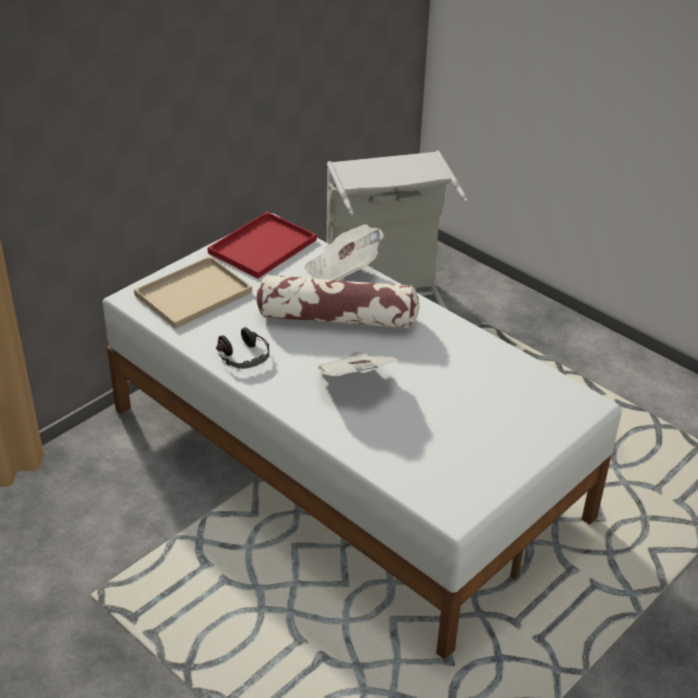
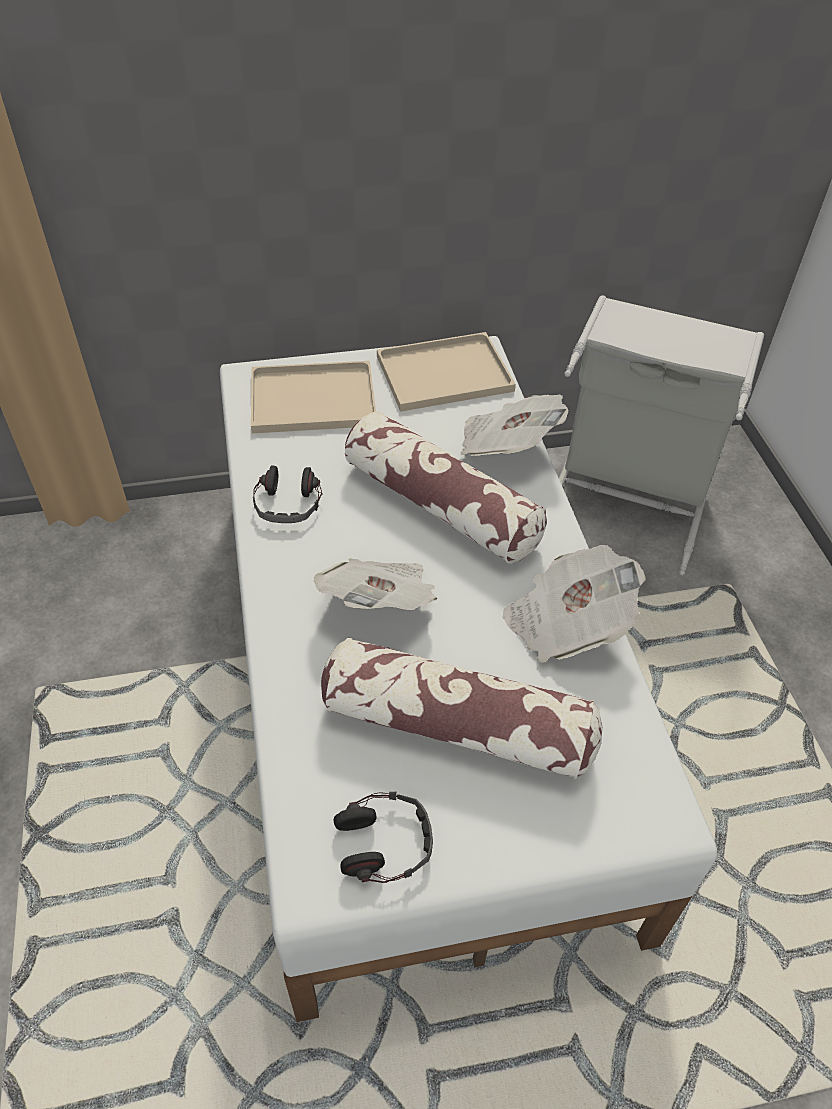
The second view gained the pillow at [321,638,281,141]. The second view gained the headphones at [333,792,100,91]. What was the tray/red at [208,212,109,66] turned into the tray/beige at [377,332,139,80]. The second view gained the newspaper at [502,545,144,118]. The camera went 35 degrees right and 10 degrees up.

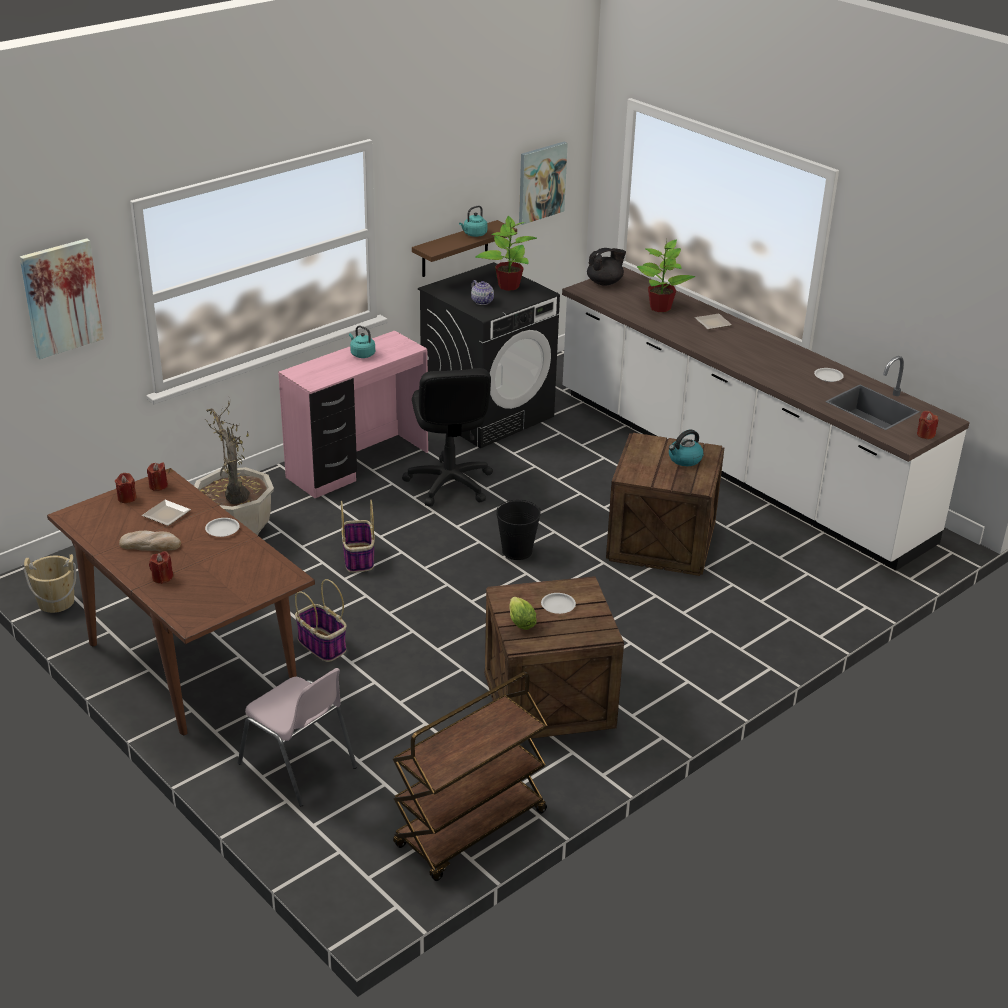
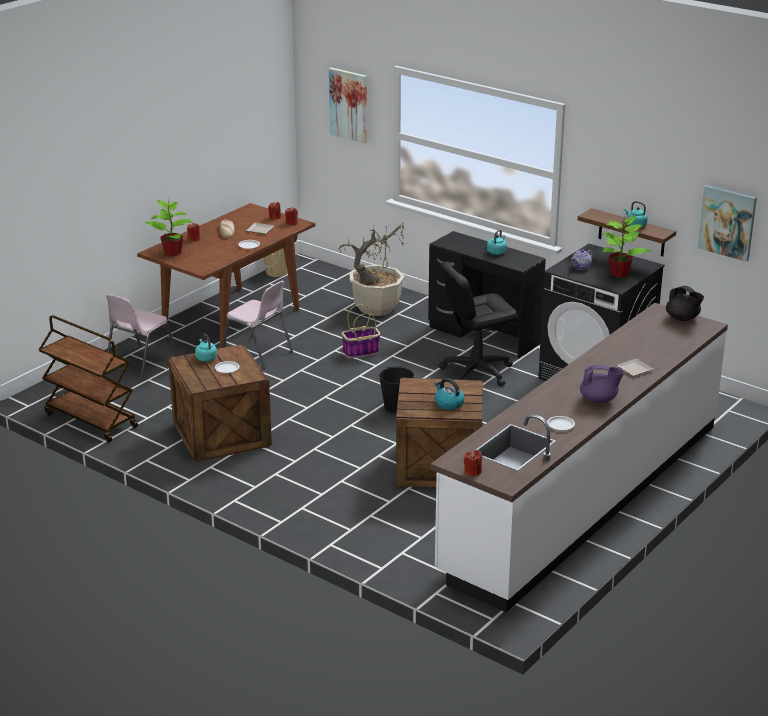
The potted plant ended up elsewhere, having gone from [637,239,58,73] to [145,200,48,56]. Where the lettuce stood at [509,597,28,33], the kettle/turquoise came to stand at [195,334,22,28]. Where the basket stood at [295,579,52,83], the chair/pink came to stand at [222,281,71,88]. What was the desk/pink at [278,331,150,167] turned into the desk/black at [428,231,118,128]. The second view gained the teapot/purple at [580,364,44,39]. The camera went 80 degrees right and 5 degrees down.

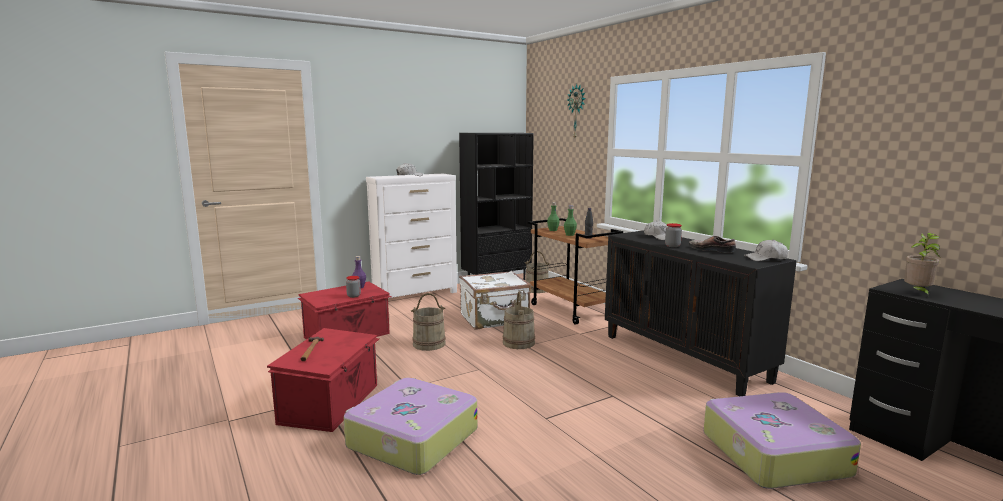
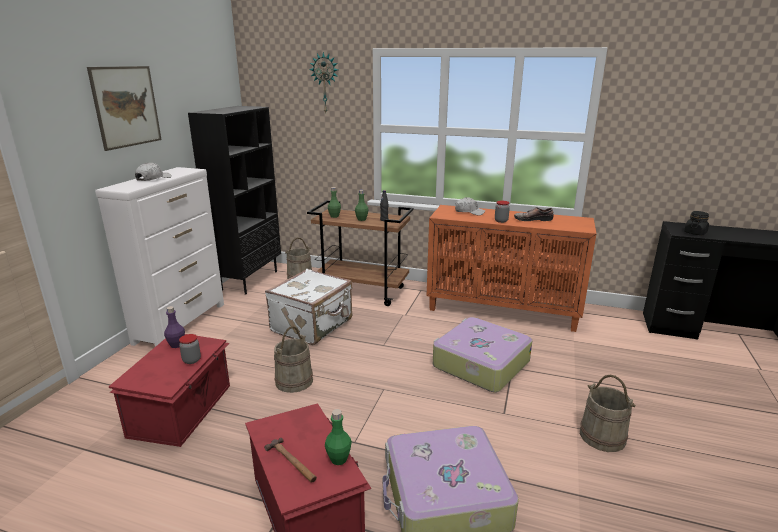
The second view gained the picture at [87,66,75,85]. The second view gained the bottle/green at [325,409,27,56]. What was the cabinet/black at [605,230,192,166] turned into the cabinet/orange at [427,205,170,127]. The suitcase ended up elsewhere, having gone from [703,392,158,97] to [433,317,99,75]. The bucket/beige ended up elsewhere, having gone from [503,292,32,57] to [580,375,56,77]. Where the potted plant stood at [904,233,36,63], the jar/black came to stand at [684,211,25,24]. The second view lost the cap/white at [744,239,44,22]. The camera went 40 degrees left and 10 degrees up.

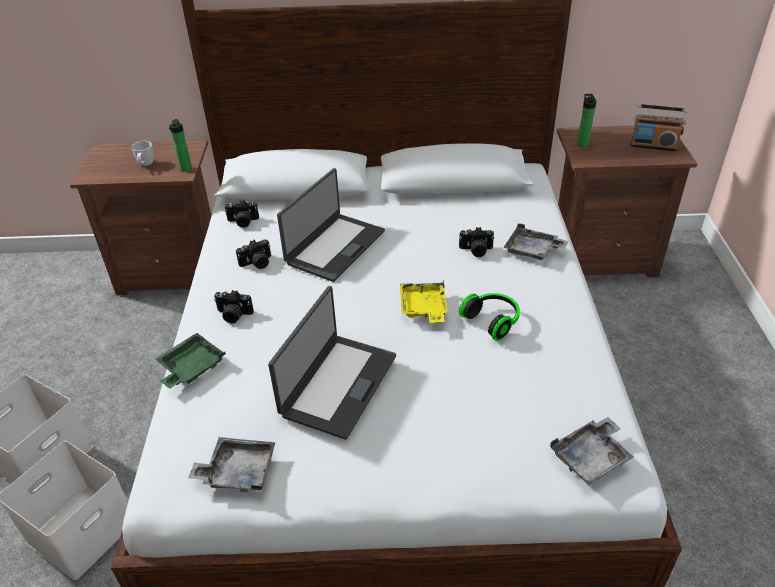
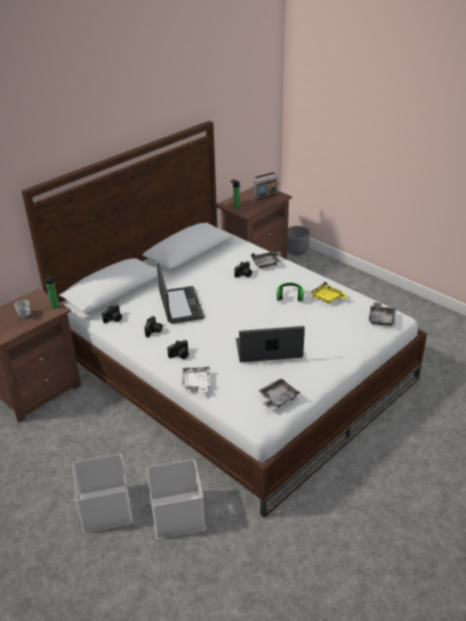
What was the tray/green at [155,333,71,56] turned into the tray/white at [182,367,28,25]. The laptop at [268,286,128,154] ended up facing another way, 75 degrees counterclockwise from before. The second view gained the planter/grey at [287,226,23,29]. The tray/yellow ended up elsewhere, having gone from [400,280,48,43] to [309,282,39,21]. The camera went 45 degrees left and 5 degrees down.

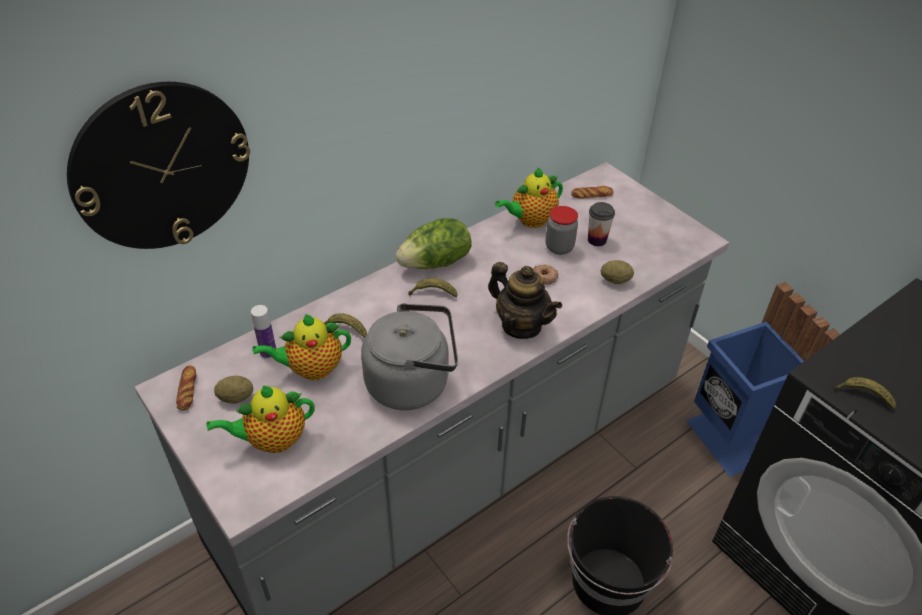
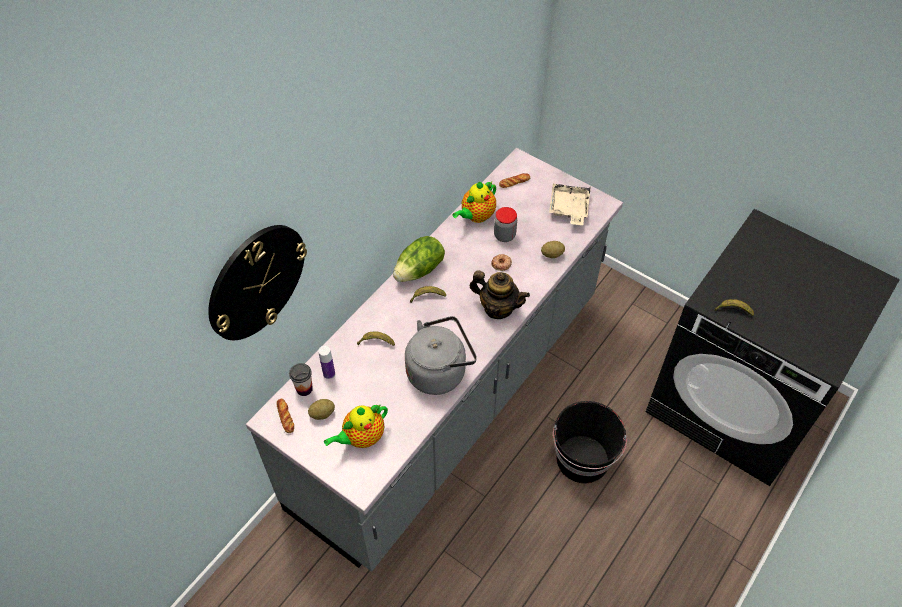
The cup ended up elsewhere, having gone from [588,202,27,44] to [289,363,24,33]. The second view gained the tray/beige at [549,184,42,41]. The second view lost the teapot at [252,314,99,66]. The second view lost the trash can/blue at [686,282,154,195]. The camera went 15 degrees left and 10 degrees up.

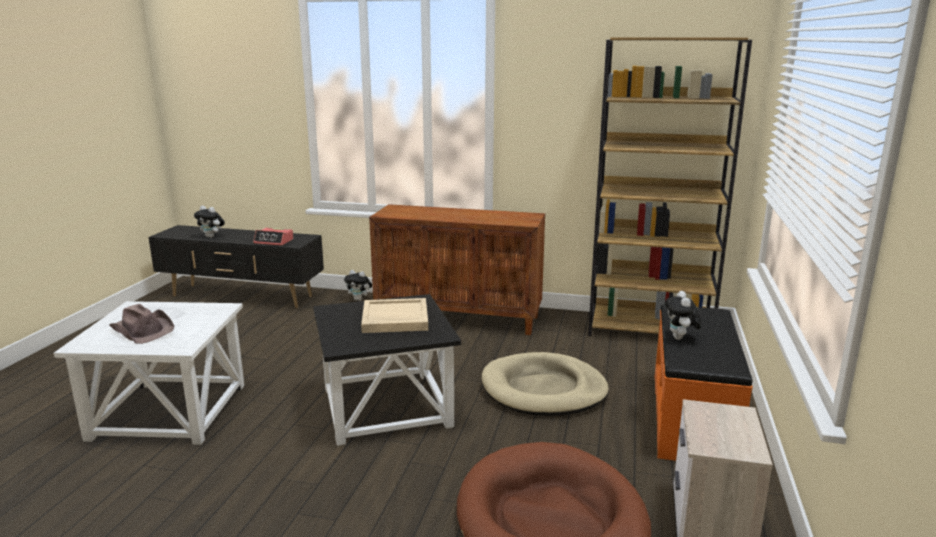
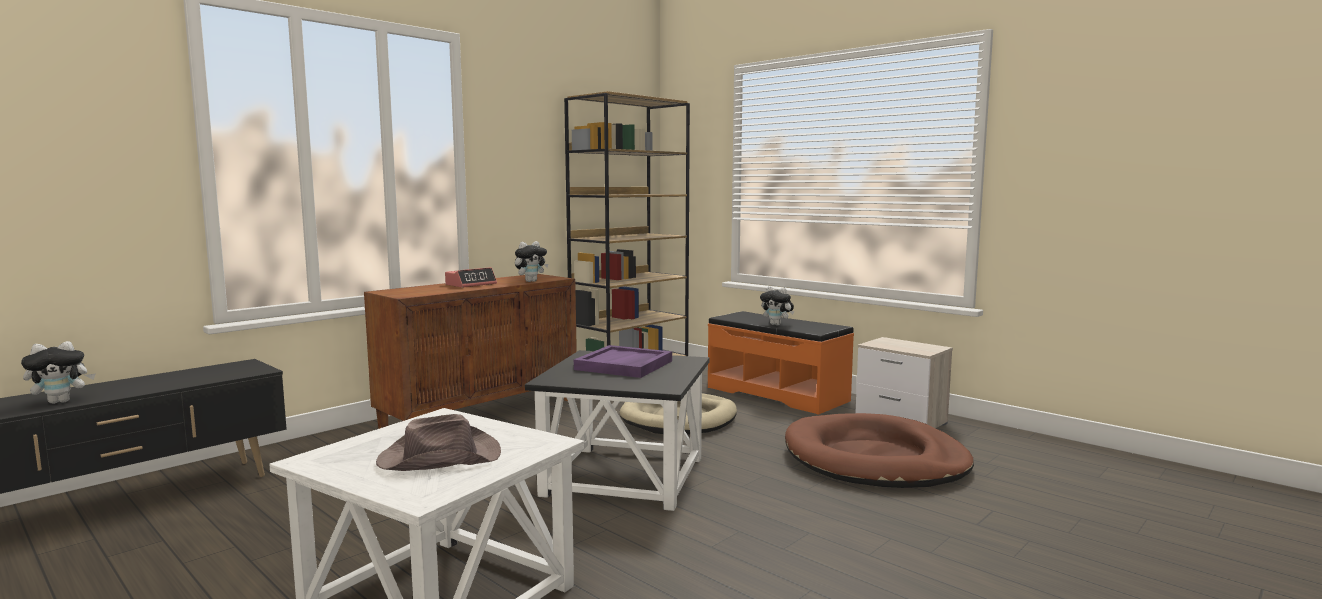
The alarm clock ended up elsewhere, having gone from [253,228,40,18] to [445,267,52,20]. The plush toy ended up elsewhere, having gone from [344,270,28,31] to [515,241,33,41]. What was the tray/beige at [361,298,67,35] turned into the tray/purple at [574,345,98,33]. The camera went 60 degrees left and 10 degrees down.

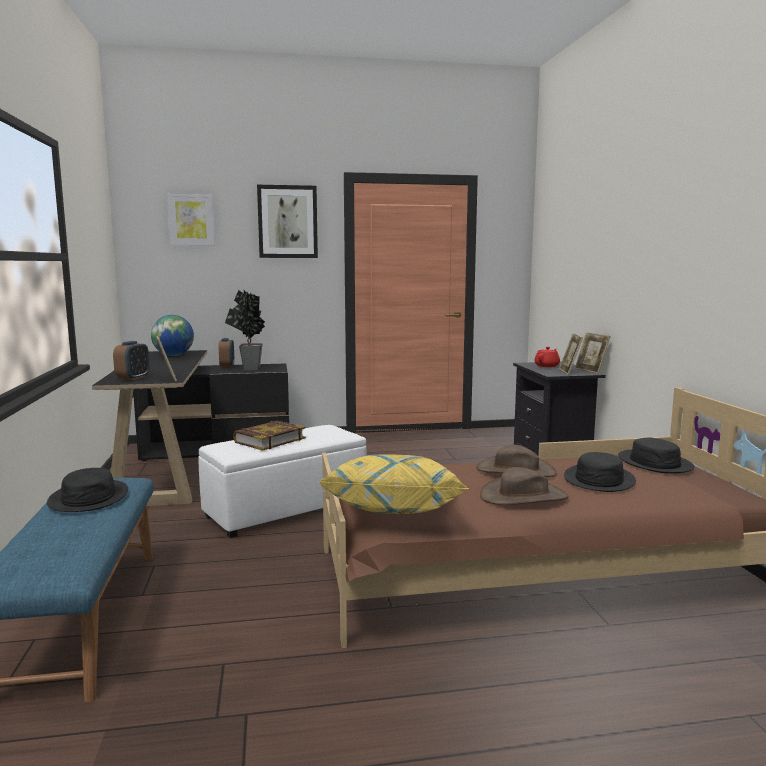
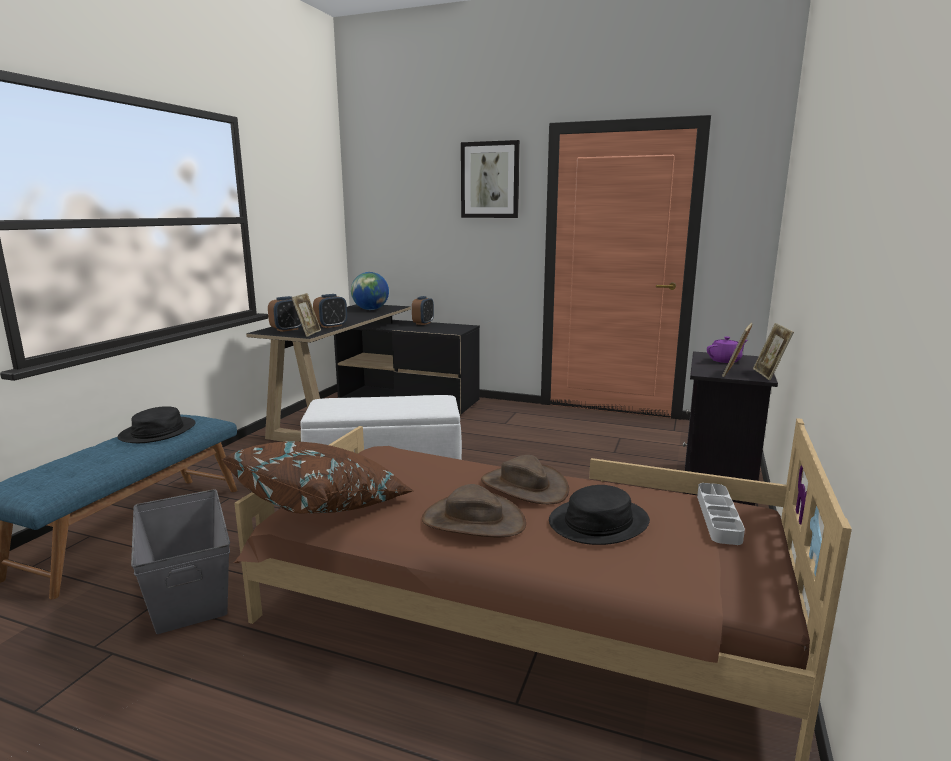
The second view gained the storage box/grey at [131,489,99,145]. What was the pillow/yellow at [318,454,151,60] turned into the pillow/brown at [222,441,192,73]. The second view gained the alarm clock at [313,294,34,34]. Where the hat/black stood at [618,438,77,36], the tray/grey came to stand at [697,483,48,62]. What was the teapot/red at [534,347,26,20] turned into the teapot/purple at [707,336,40,27]. The second view lost the picture at [167,194,48,52]. The second view lost the potted plant at [225,290,40,80]. The second view lost the book at [233,421,73,30]. The camera went 30 degrees right and 5 degrees up.

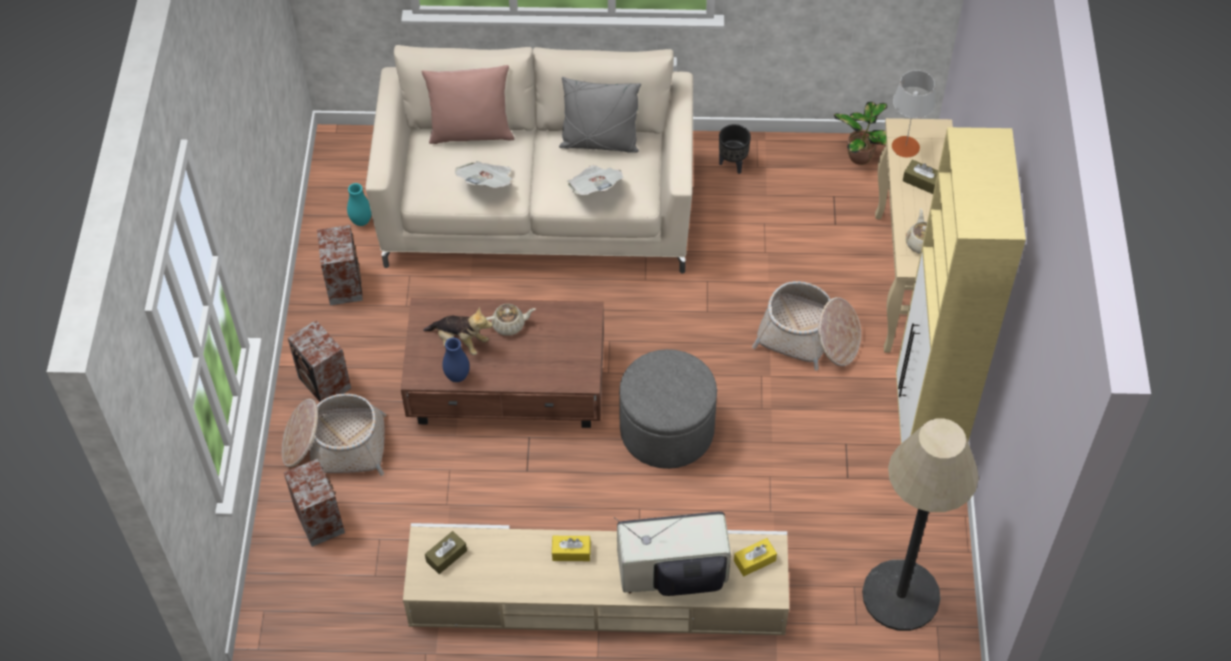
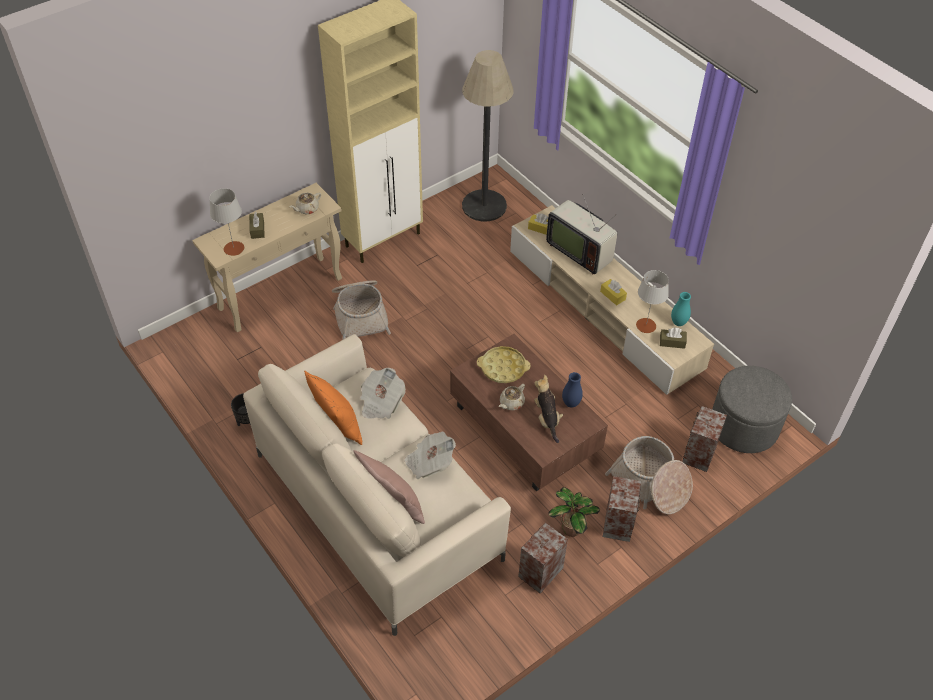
What was the pillow/grey at [559,77,82,76] turned into the pillow/orange at [304,371,58,74]. The second view gained the tray/yellow at [477,346,53,37]. The teapot/beige at [486,304,49,32] ended up facing another way, 90 degrees counterclockwise from before. The potted plant ended up elsewhere, having gone from [834,102,53,63] to [548,487,52,50]. The second view gained the table lamp/grey at [636,270,33,63]. The vase/turquoise ended up elsewhere, having gone from [347,183,25,43] to [671,292,20,34]. The ottoman/grey ended up elsewhere, having gone from [619,349,98,120] to [712,366,80,87]. The camera went 130 degrees left and 5 degrees down.

